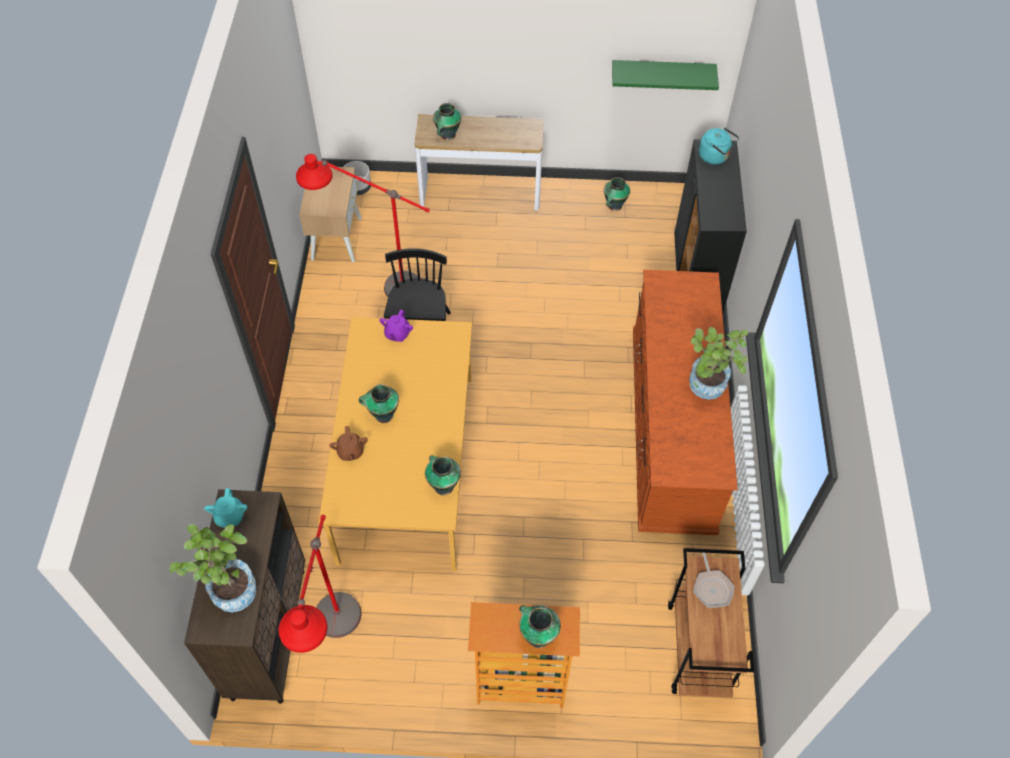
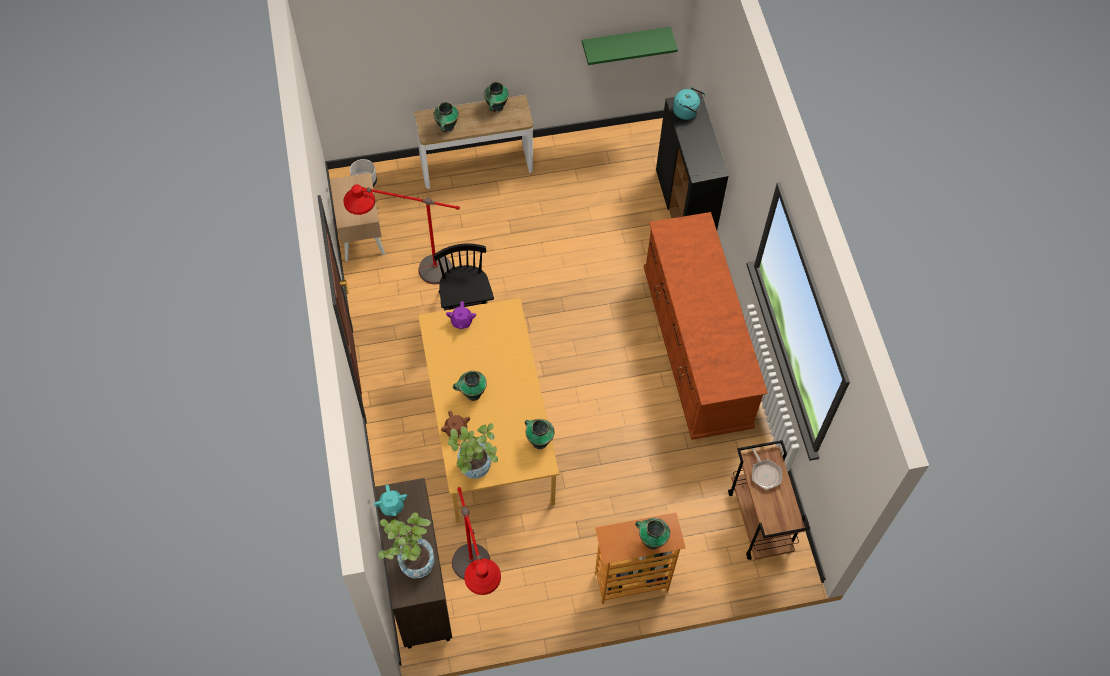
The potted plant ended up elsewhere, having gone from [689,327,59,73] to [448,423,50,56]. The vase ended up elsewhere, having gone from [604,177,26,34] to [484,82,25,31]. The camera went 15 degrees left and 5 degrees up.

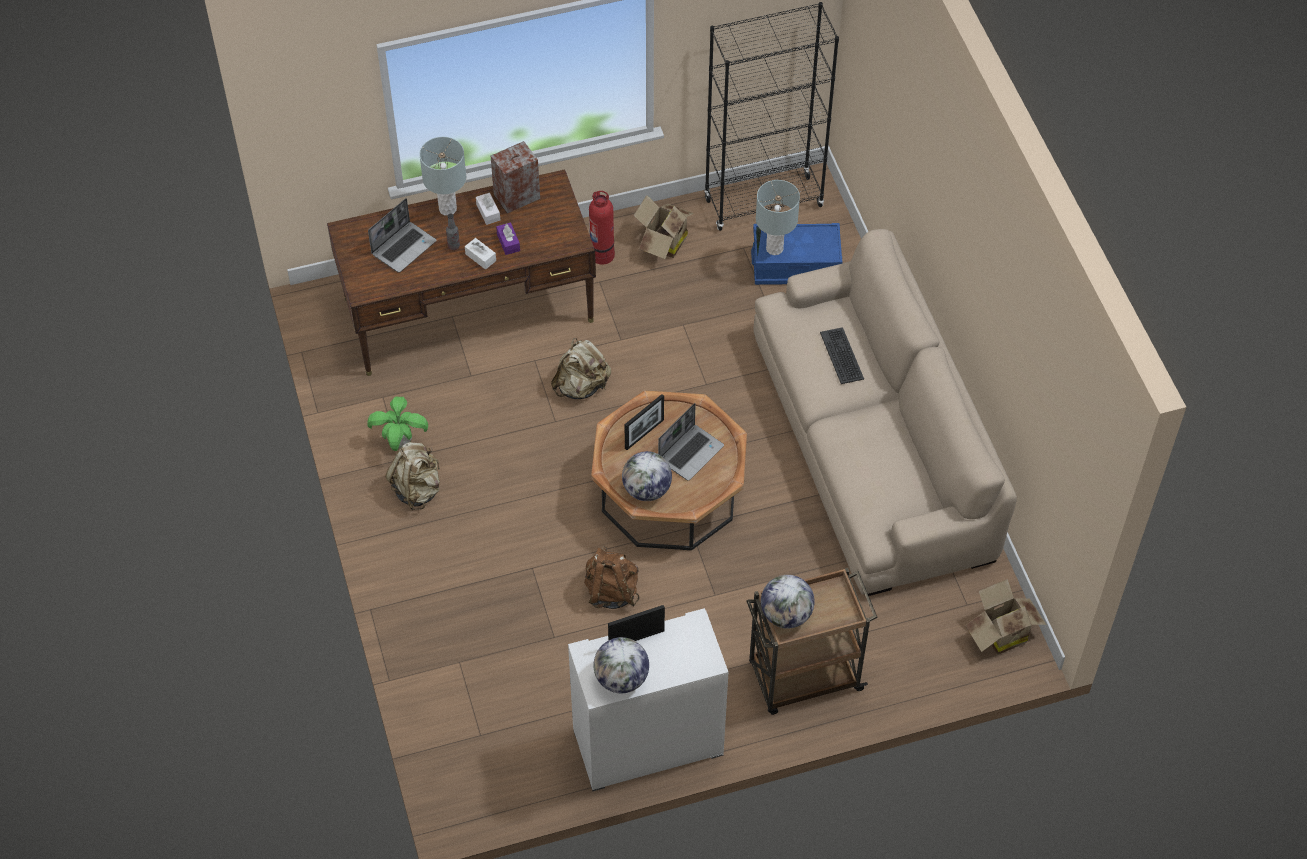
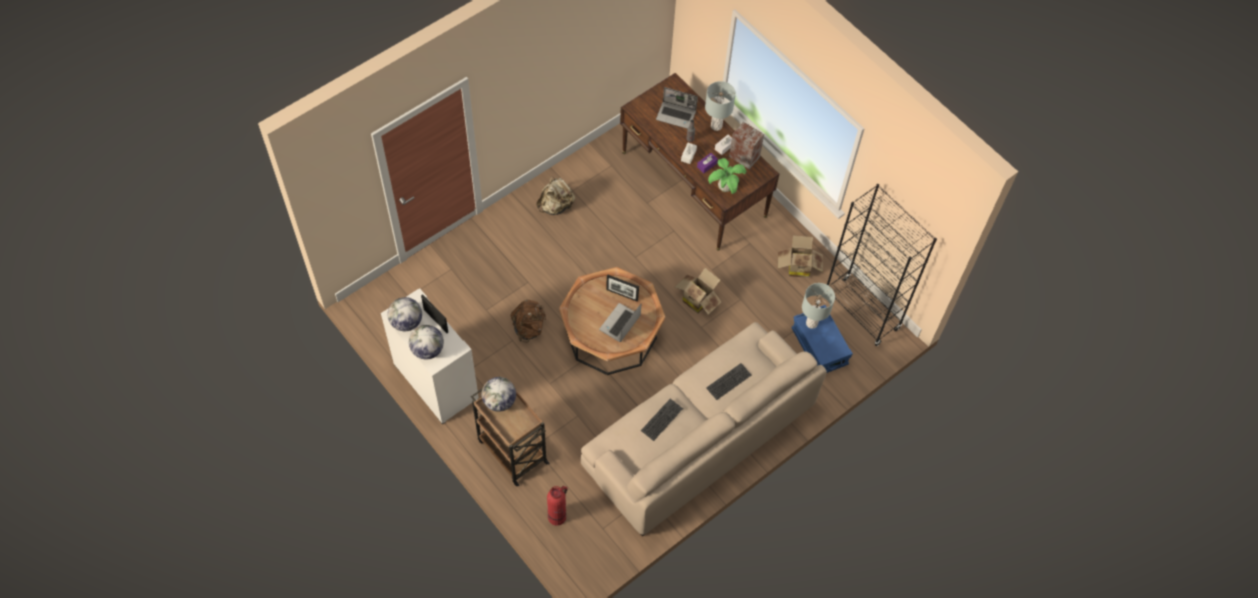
The globe ended up elsewhere, having gone from [622,451,50,50] to [409,325,35,35]. The fire extinguisher ended up elsewhere, having gone from [589,191,26,74] to [547,486,21,40]. The laptop at [658,403,66,78] ended up facing another way, 105 degrees clockwise from before. The second view gained the keyboard at [641,399,42,42]. The cardboard box ended up elsewhere, having gone from [965,579,81,76] to [675,268,46,47]. The potted plant ended up elsewhere, having gone from [367,397,61,54] to [708,158,38,36]. The second view lost the backpack/beige at [551,338,60,61]. The camera went 65 degrees right and 5 degrees up.

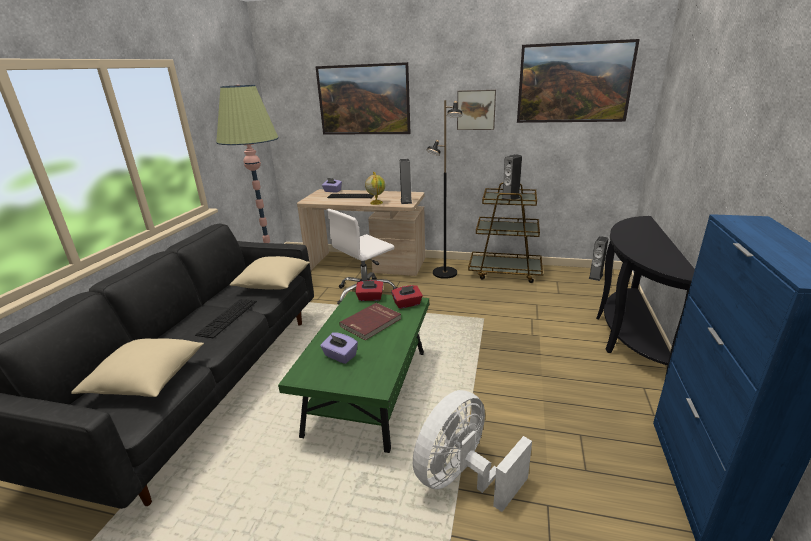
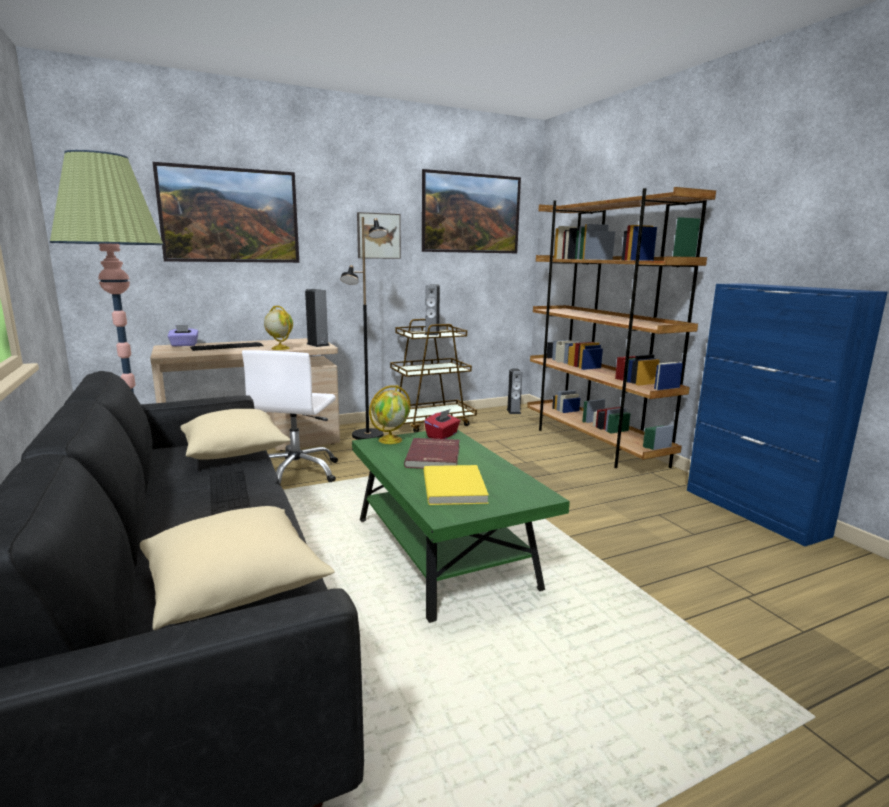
Where the tissue box/red stood at [355,280,29,21], the globe came to stand at [369,385,42,59]. Where the tissue box/purple stood at [320,332,38,32], the book/yellow came to stand at [424,465,65,40]. Where the console table/black stood at [596,216,99,162], the bookcase/brown came to stand at [527,187,189,281]. The second view lost the fan/white at [413,390,119,122]. The camera went 40 degrees left and 10 degrees down.

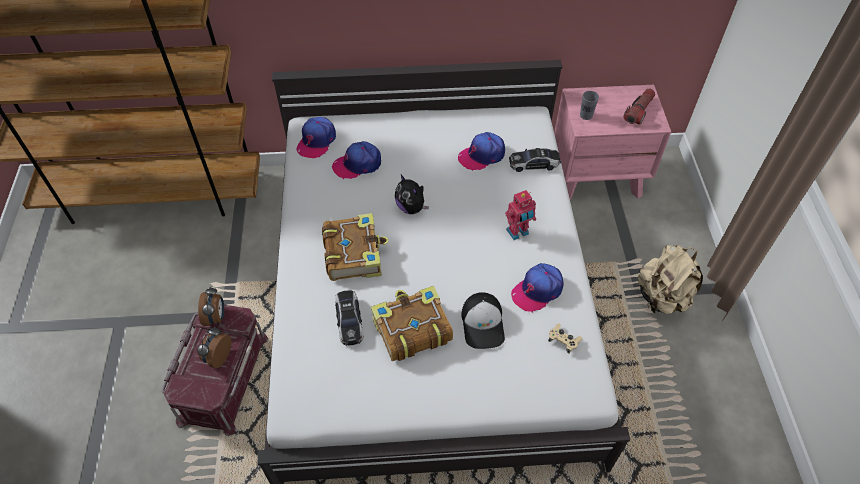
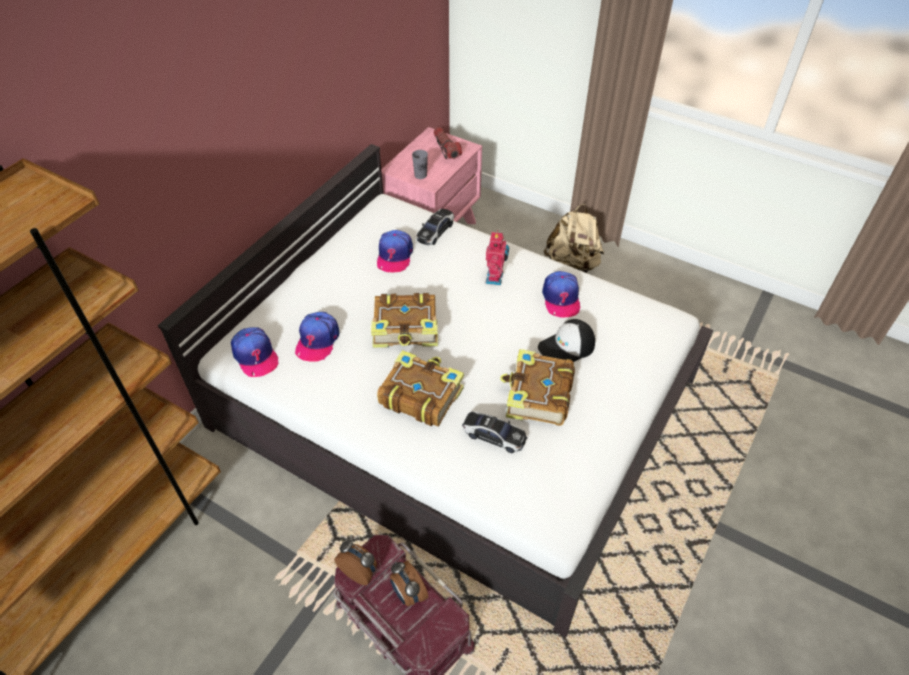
Where the plush toy stood at [395,175,34,39], the book came to stand at [371,293,67,55]. The cap at [461,292,44,57] ended up facing another way, 120 degrees clockwise from before. The second view lost the game controller/beige at [548,323,35,31]. The camera went 55 degrees left and 5 degrees down.

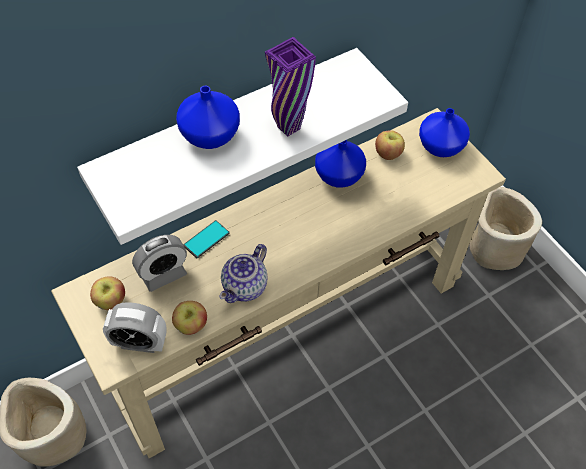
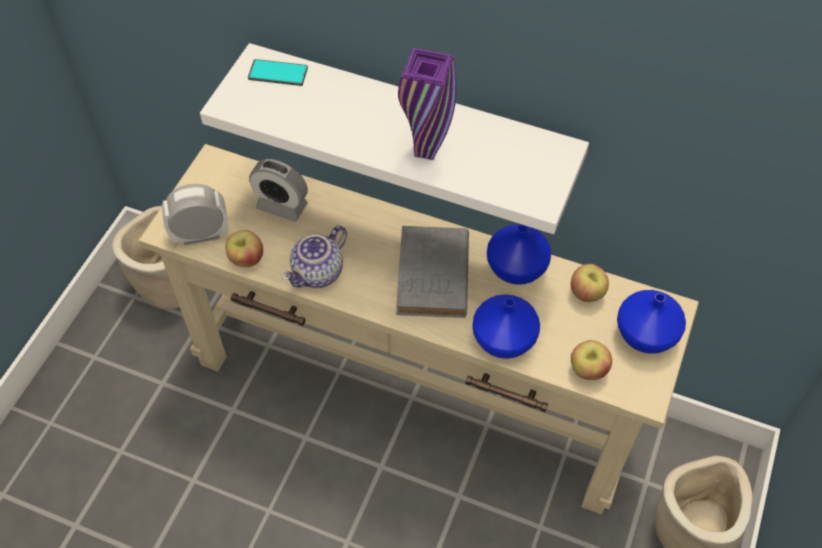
The alarm clock at [103,302,64,51] ended up facing another way, 105 degrees clockwise from before. The phone ended up elsewhere, having gone from [183,220,47,38] to [248,59,60,27]. The teapot at [219,244,49,59] ended up facing another way, 45 degrees counterclockwise from before. The second view gained the book/grey at [396,226,73,92]. The vase/blue ended up elsewhere, having gone from [176,86,64,63] to [472,294,68,65]. The apple ended up elsewhere, having gone from [90,276,35,34] to [571,340,41,40]. The camera went 55 degrees right and 0 degrees up.

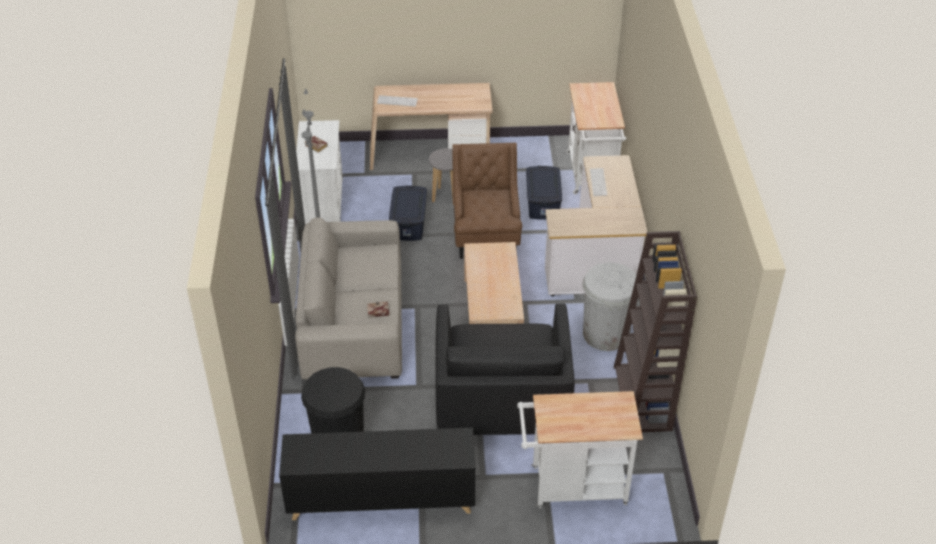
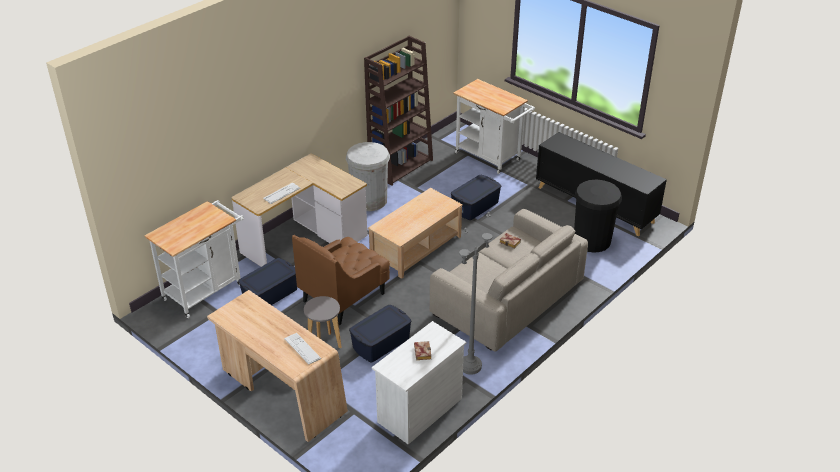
Where the armchair/black stood at [435,303,140,132], the storage box/blue came to stand at [451,175,50,45]. The camera went 135 degrees left and 5 degrees down.

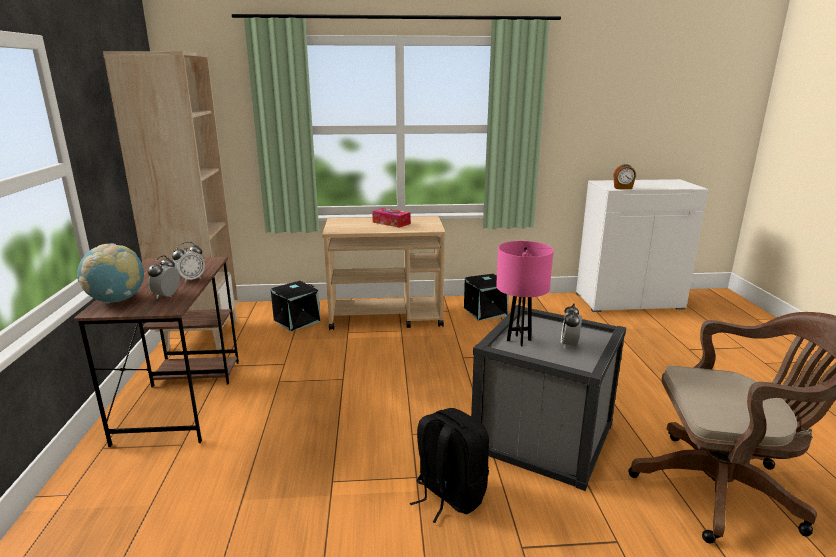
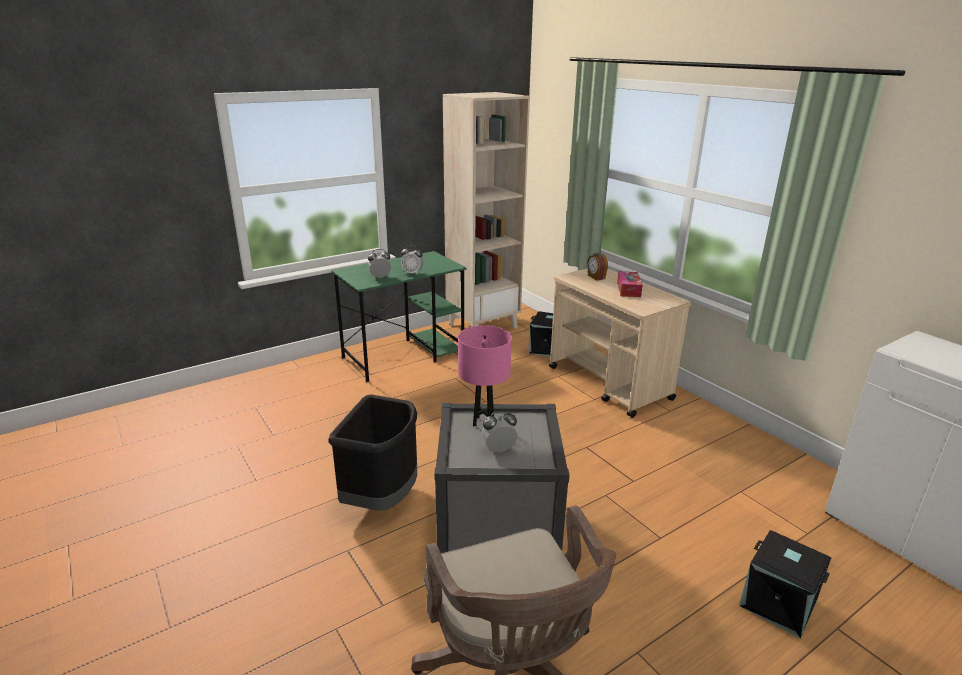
Where the backpack/black stood at [410,408,79,115], the trash can/black came to stand at [328,394,89,116]. What was the desk/brown at [73,257,166,190] turned into the desk/green at [331,251,135,131]. The alarm clock ended up elsewhere, having gone from [613,164,23,25] to [587,253,21,27]. The storage box/black ended up elsewhere, having gone from [464,274,45,46] to [739,530,92,108]. The second view lost the globe at [77,243,67,61]. The camera went 60 degrees right and 5 degrees up.

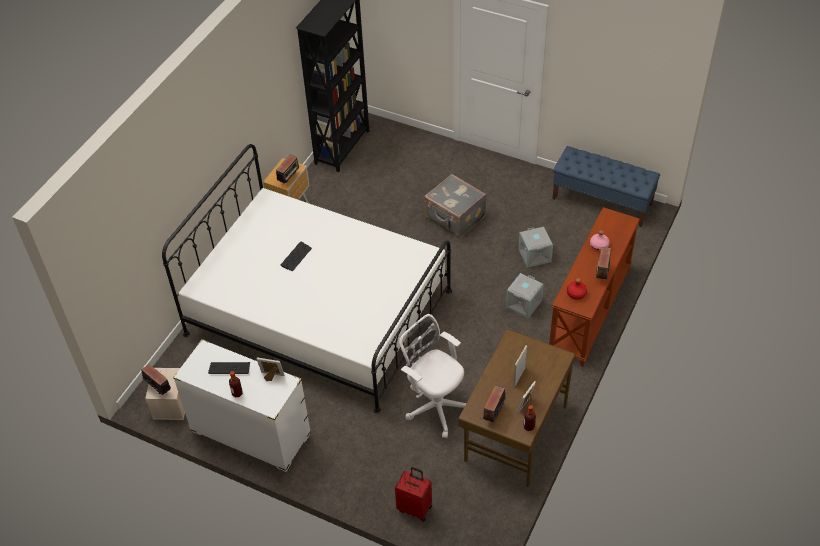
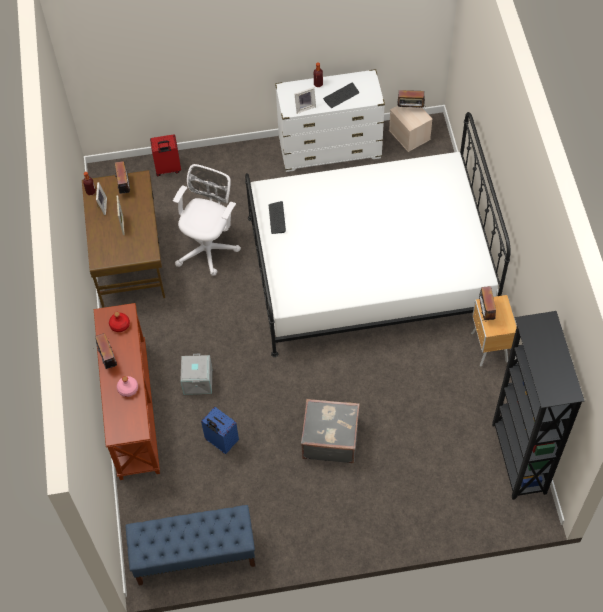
The office chair/white at [399,314,67,124] ended up facing another way, 75 degrees counterclockwise from before. Where the storage box/grey stood at [518,227,35,41], the suitcase/blue came to stand at [201,407,38,47]. The keyboard ended up elsewhere, having gone from [281,241,31,30] to [269,201,17,33]. The camera went 145 degrees right and 10 degrees up.

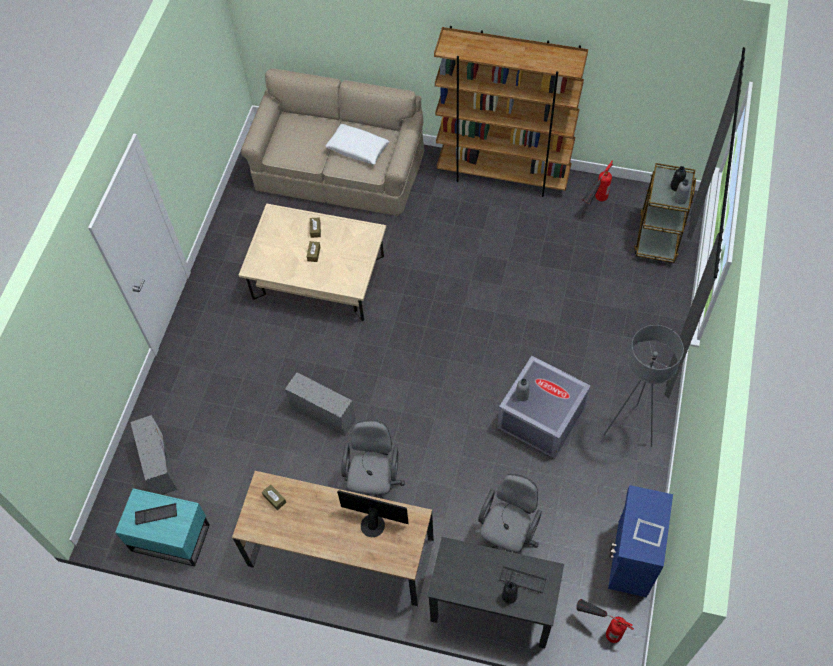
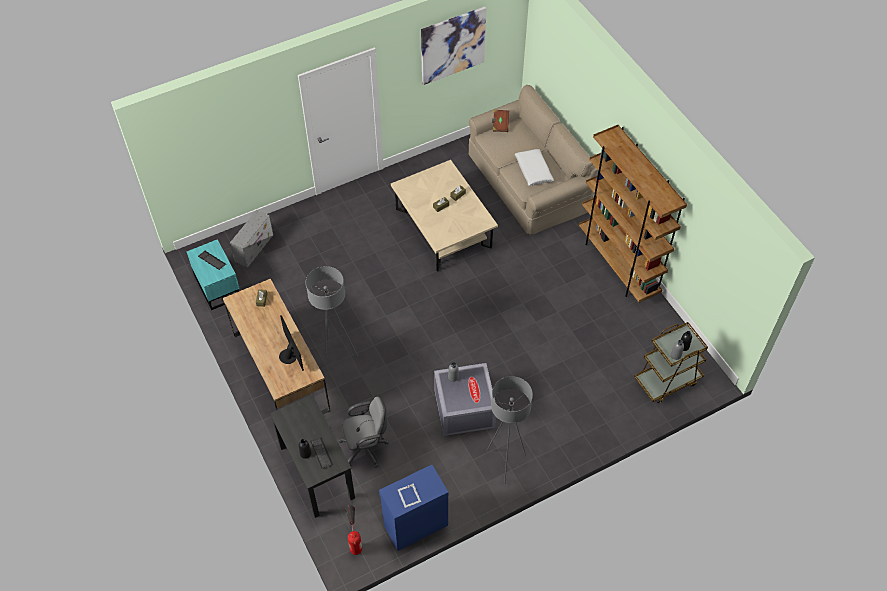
Where the office chair/grey stood at [342,420,63,79], the floor lamp/grey came to stand at [306,266,52,107]. The second view gained the picture at [421,6,65,79]. The second view gained the book/brown at [492,109,17,23]. The second view lost the storage box/grey at [285,372,71,64]. The second view lost the fire extinguisher at [583,160,30,45]. The camera went 45 degrees right and 5 degrees down.

